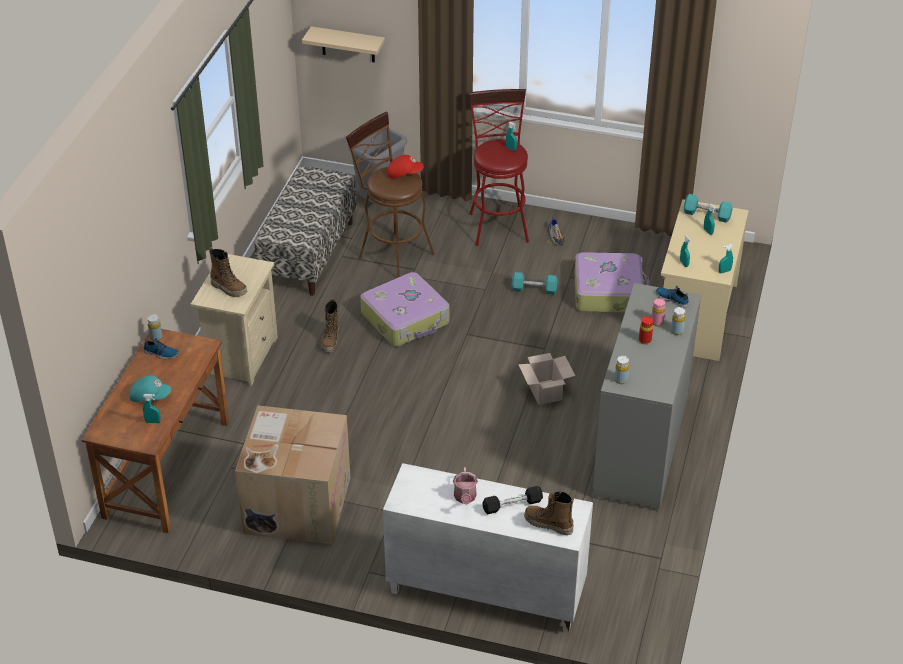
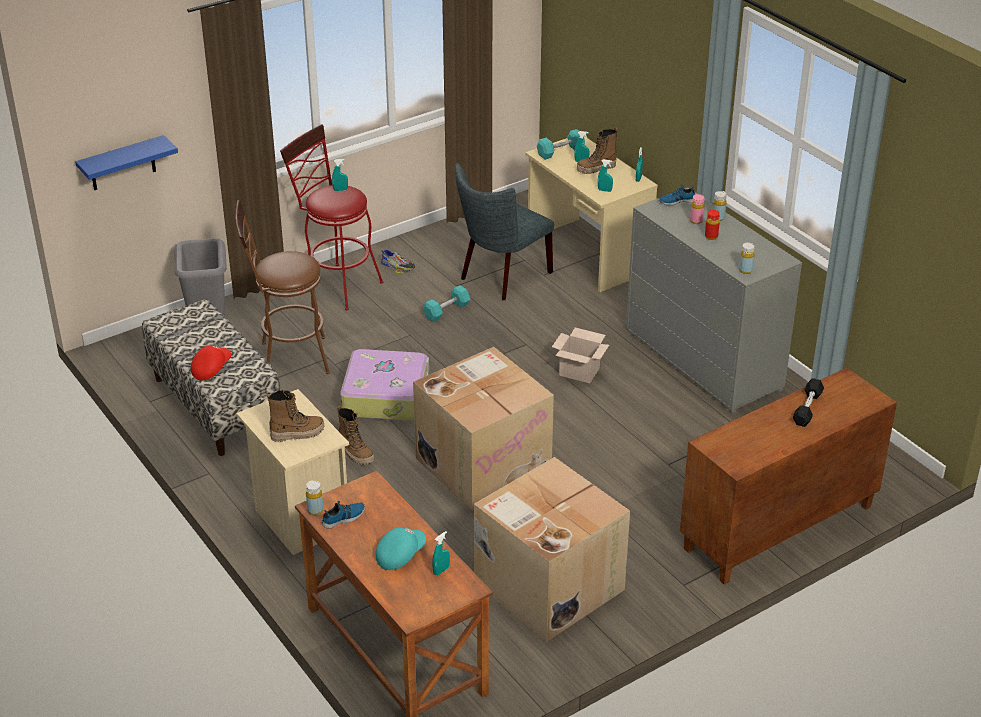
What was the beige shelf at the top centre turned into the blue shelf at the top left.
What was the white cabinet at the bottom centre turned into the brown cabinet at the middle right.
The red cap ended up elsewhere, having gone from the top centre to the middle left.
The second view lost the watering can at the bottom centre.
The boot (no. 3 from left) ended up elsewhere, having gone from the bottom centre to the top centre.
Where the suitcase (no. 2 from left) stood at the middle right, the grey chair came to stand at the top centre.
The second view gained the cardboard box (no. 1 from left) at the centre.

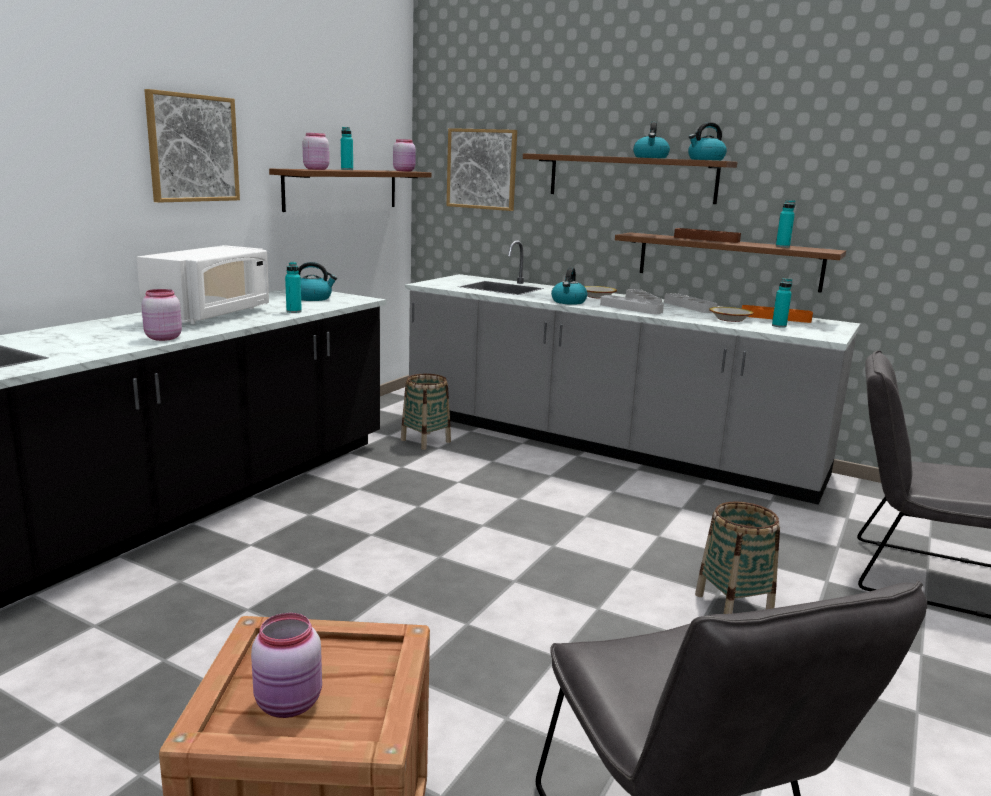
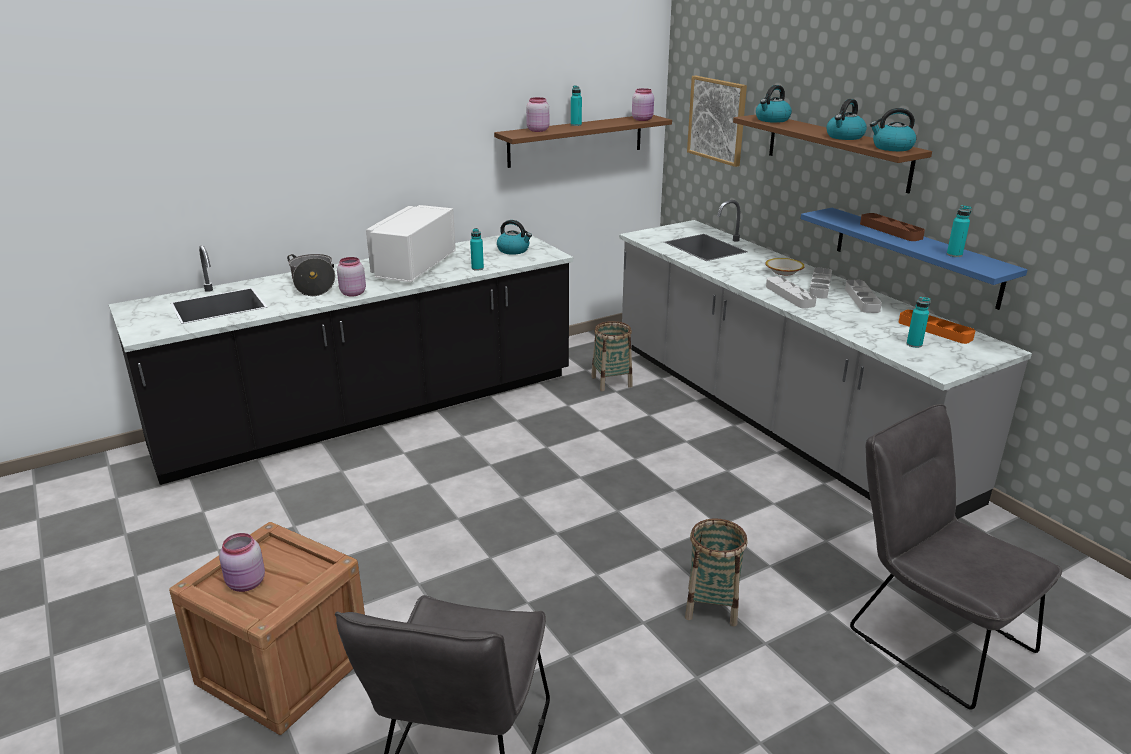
The white microwave at the middle left ended up facing another way, 150 degrees clockwise from before.
The second view lost the picture (no. 1 from left) at the top left.
The kettle (no. 2 from left) ended up elsewhere, having gone from the centre to the top right.
What was the brown shelf (no. 3 from left) at the top right turned into the blue shelf at the middle right.
The second view lost the bowl (no. 2 from left) at the middle right.
The second view gained the cooking pot at the middle left.

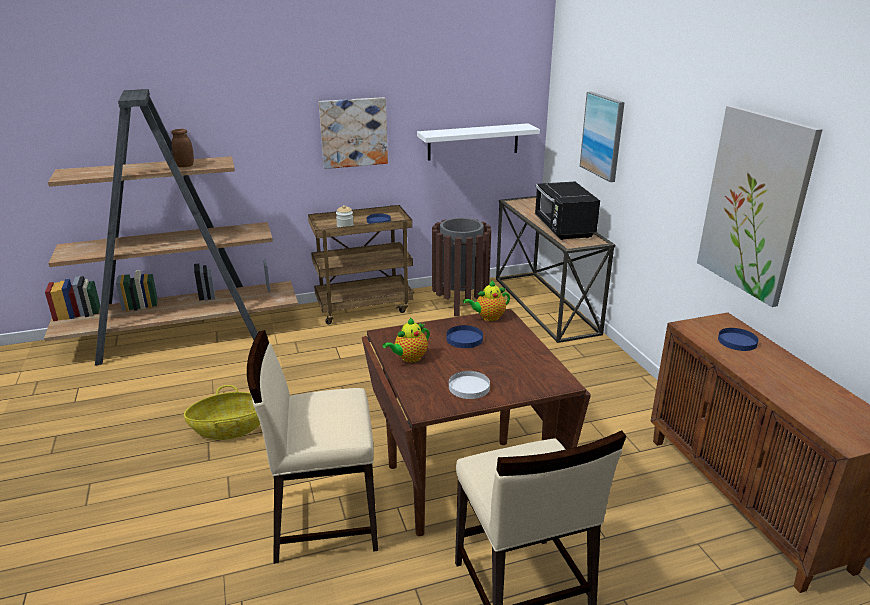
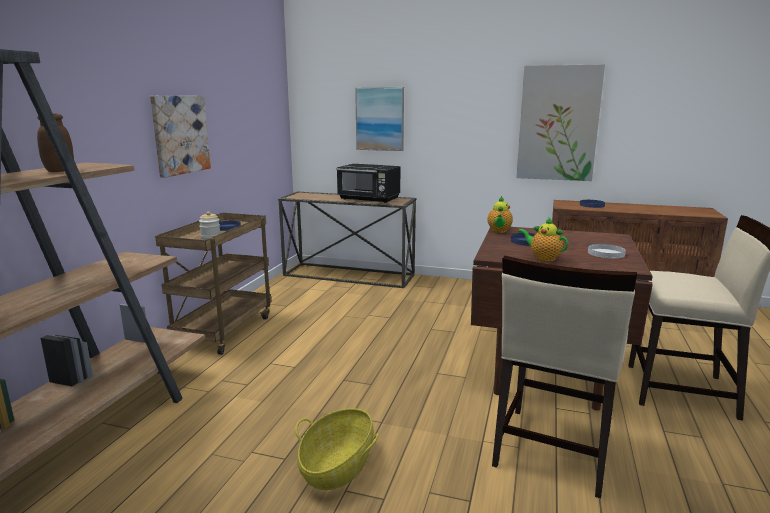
The teapot (no. 1 from left in the first image) at the centre ended up facing another way, 135 degrees clockwise from before.
The second view lost the white shelf at the top centre.
The second view lost the brown trash can at the centre.

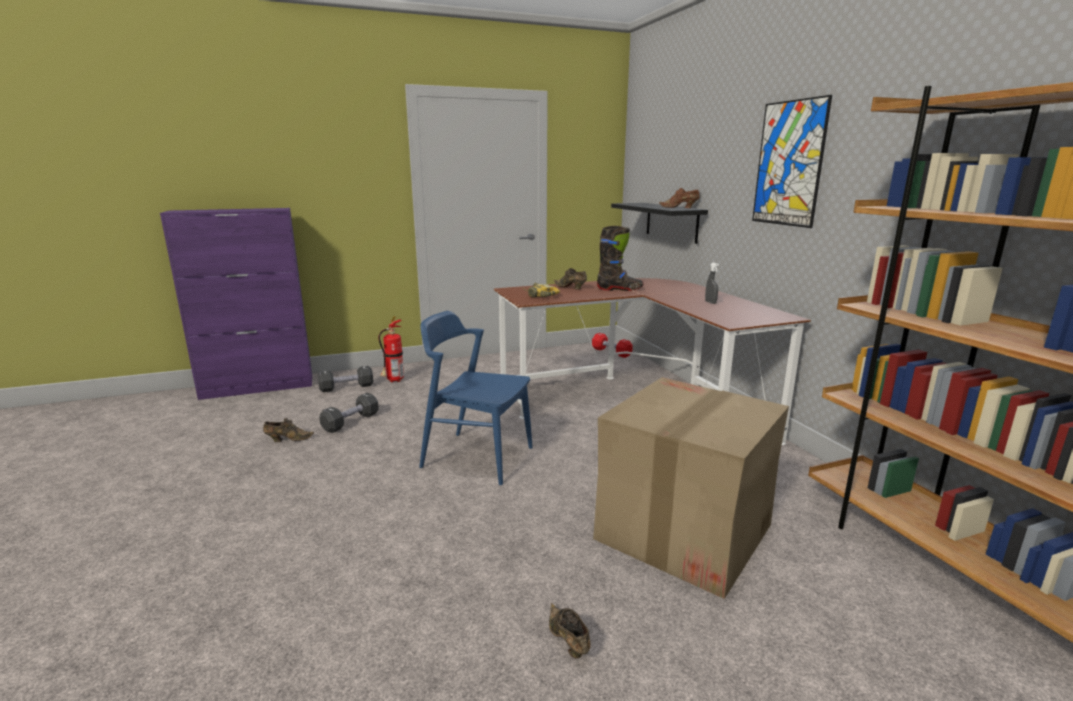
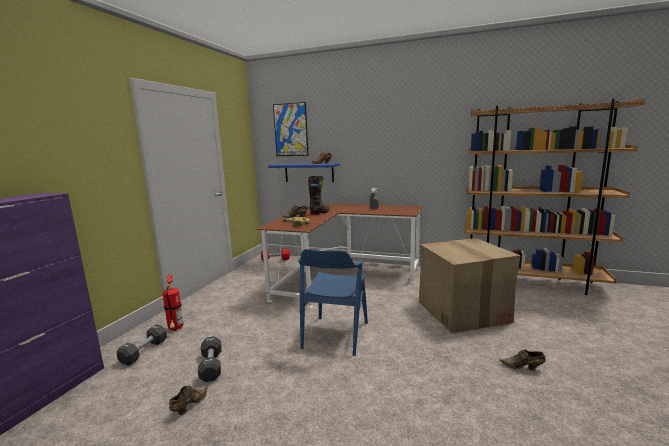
The blue chair at the centre ended up facing another way, 45 degrees counterclockwise from before.
What was the black shelf at the top centre turned into the blue shelf at the centre.
The picture ended up elsewhere, having gone from the top right to the top centre.

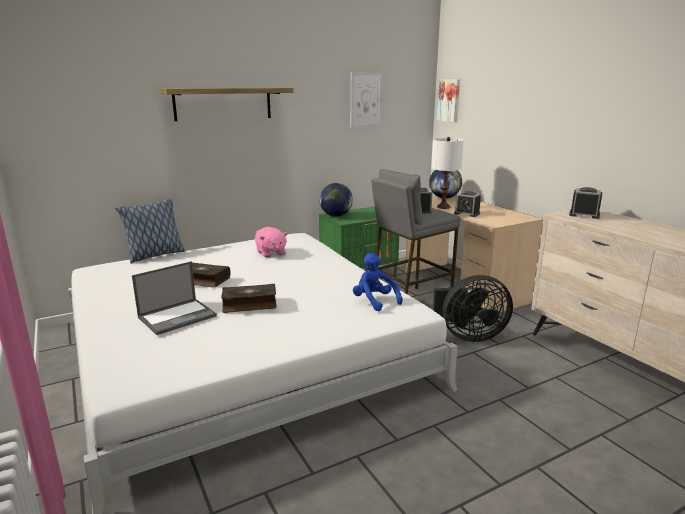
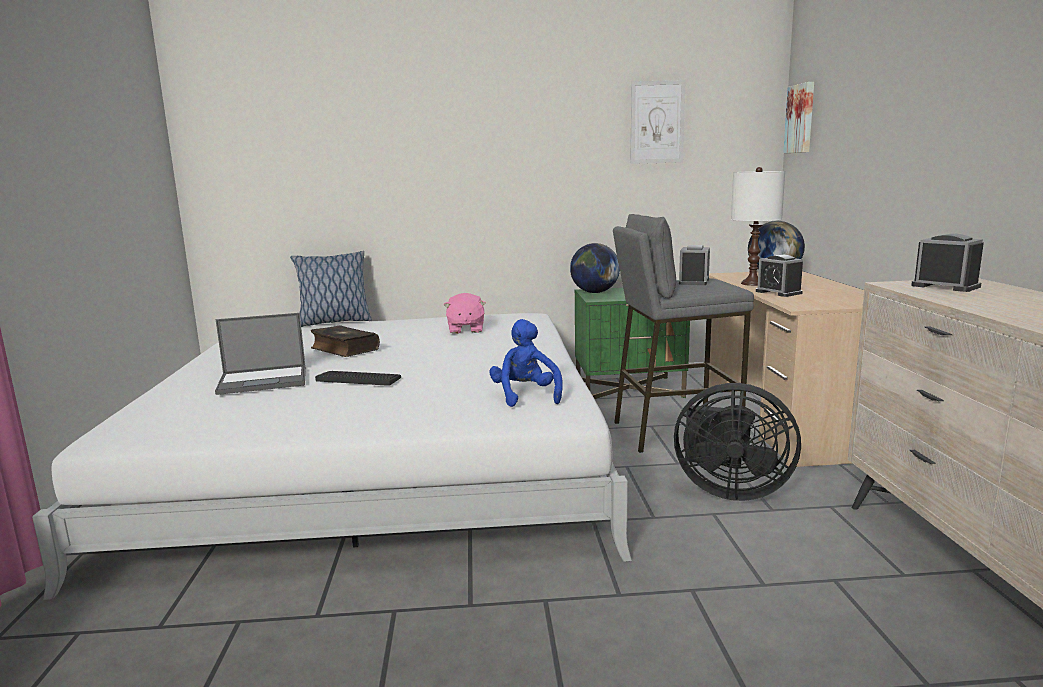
The second view lost the shelf at the top left.
Where the book (no. 2 from left) stood at the centre, the keyboard came to stand at the centre.

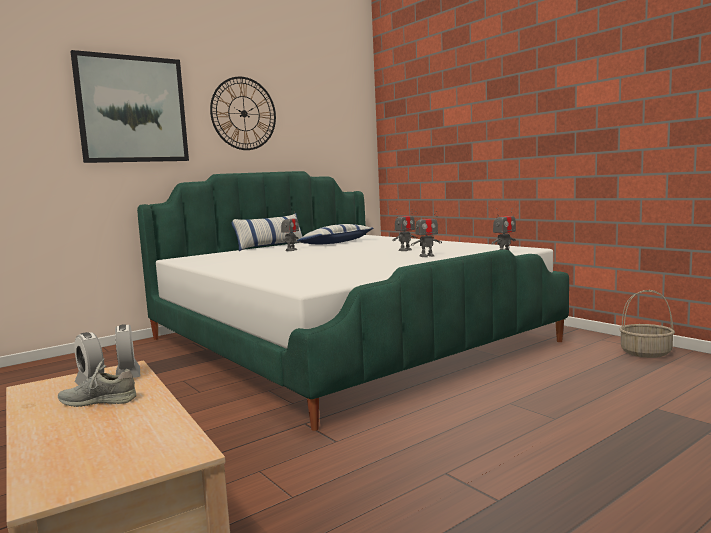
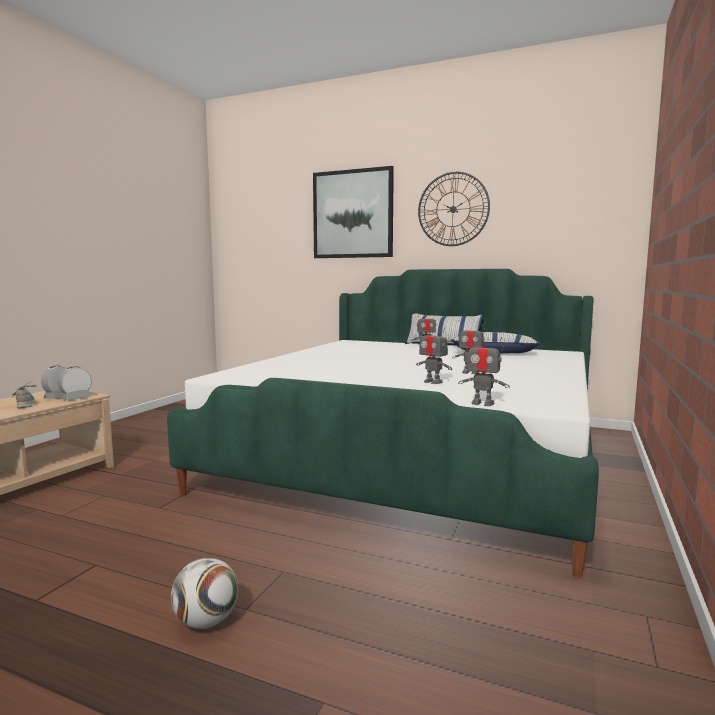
The second view lost the basket at the middle right.
The second view gained the football at the bottom left.

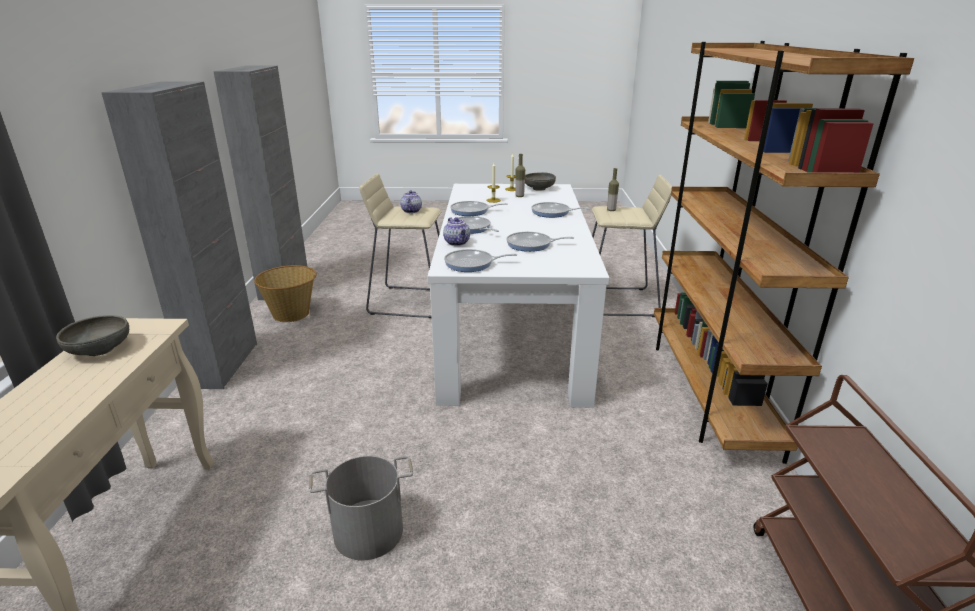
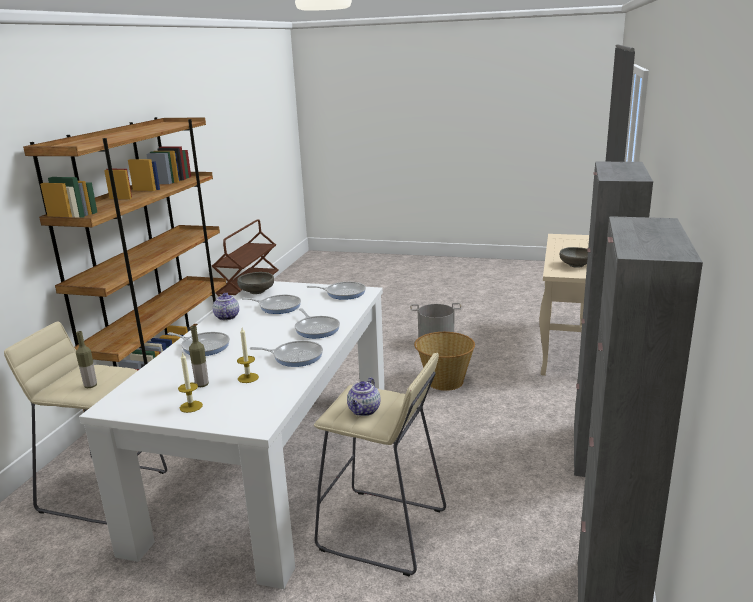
The basket ended up elsewhere, having gone from the middle left to the centre.
The teapot (no. 2 from left in the first image) ended up elsewhere, having gone from the centre to the middle left.
The grey bowl (no. 2 from left in the first image) ended up elsewhere, having gone from the top centre to the centre.

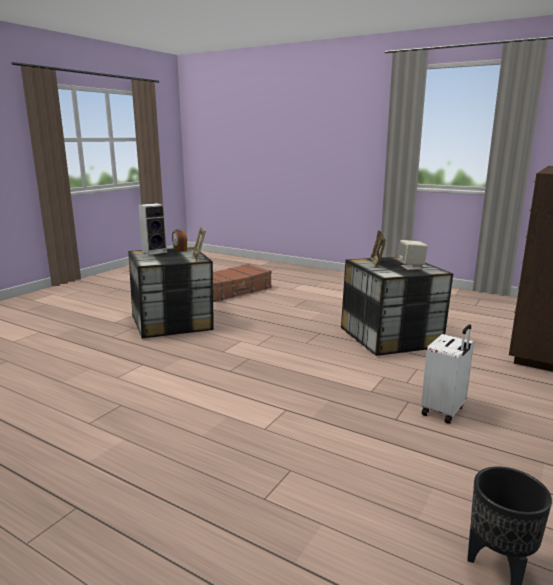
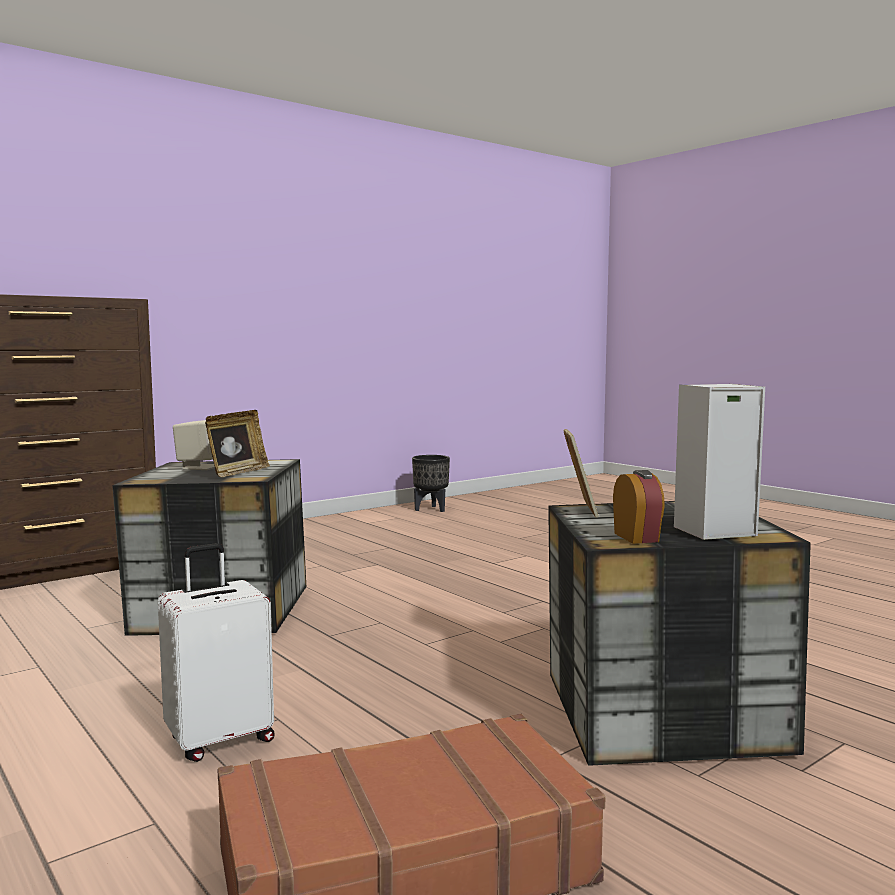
The white suitcase ended up elsewhere, having gone from the middle right to the bottom left.

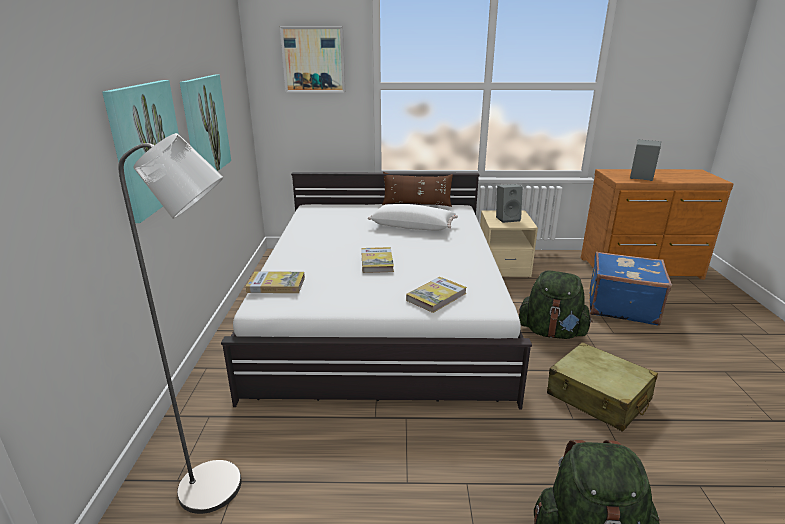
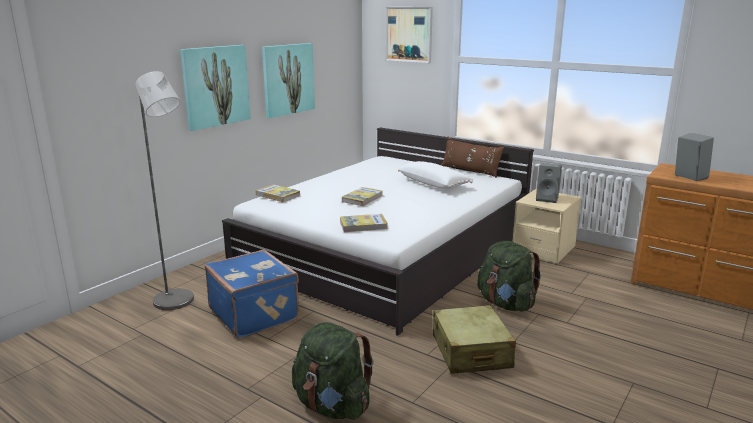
The blue suitcase ended up elsewhere, having gone from the middle right to the bottom centre.

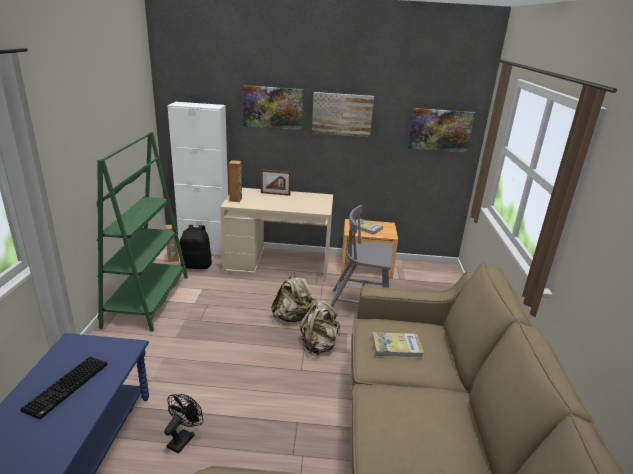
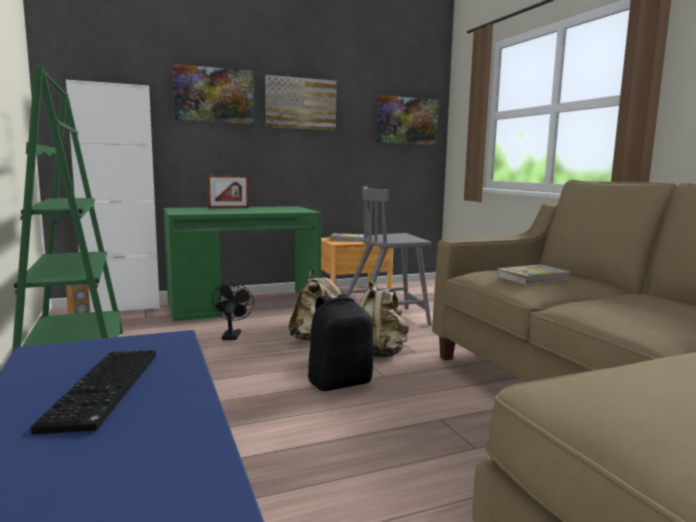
The black fan ended up elsewhere, having gone from the bottom left to the centre.
The black backpack ended up elsewhere, having gone from the middle left to the centre.
What was the beige desk at the centre turned into the green desk at the centre.
The second view lost the brown speaker (no. 2 from left) at the centre.

